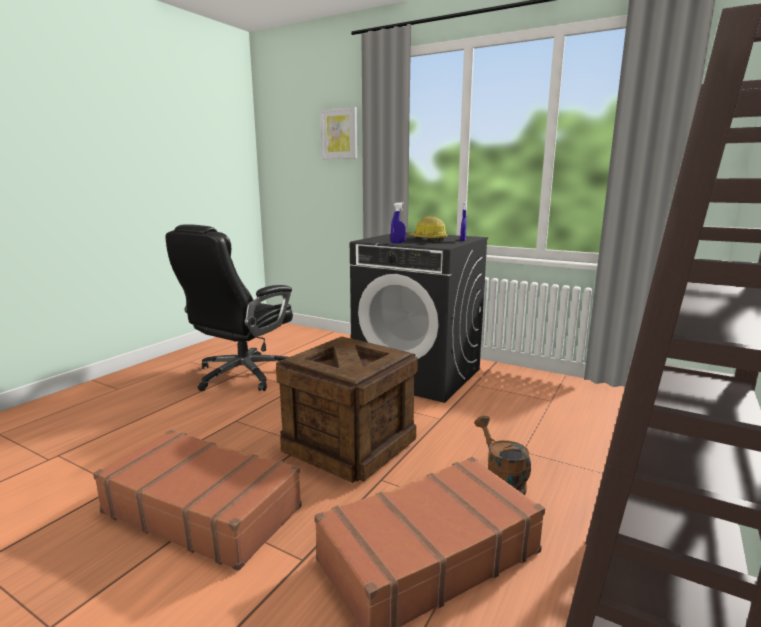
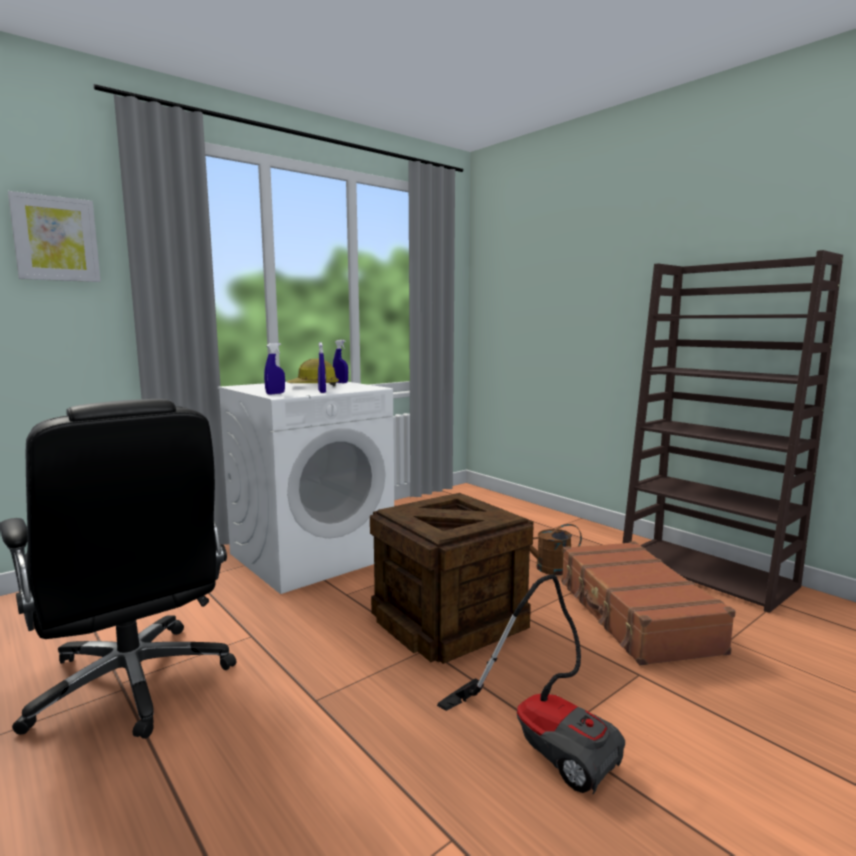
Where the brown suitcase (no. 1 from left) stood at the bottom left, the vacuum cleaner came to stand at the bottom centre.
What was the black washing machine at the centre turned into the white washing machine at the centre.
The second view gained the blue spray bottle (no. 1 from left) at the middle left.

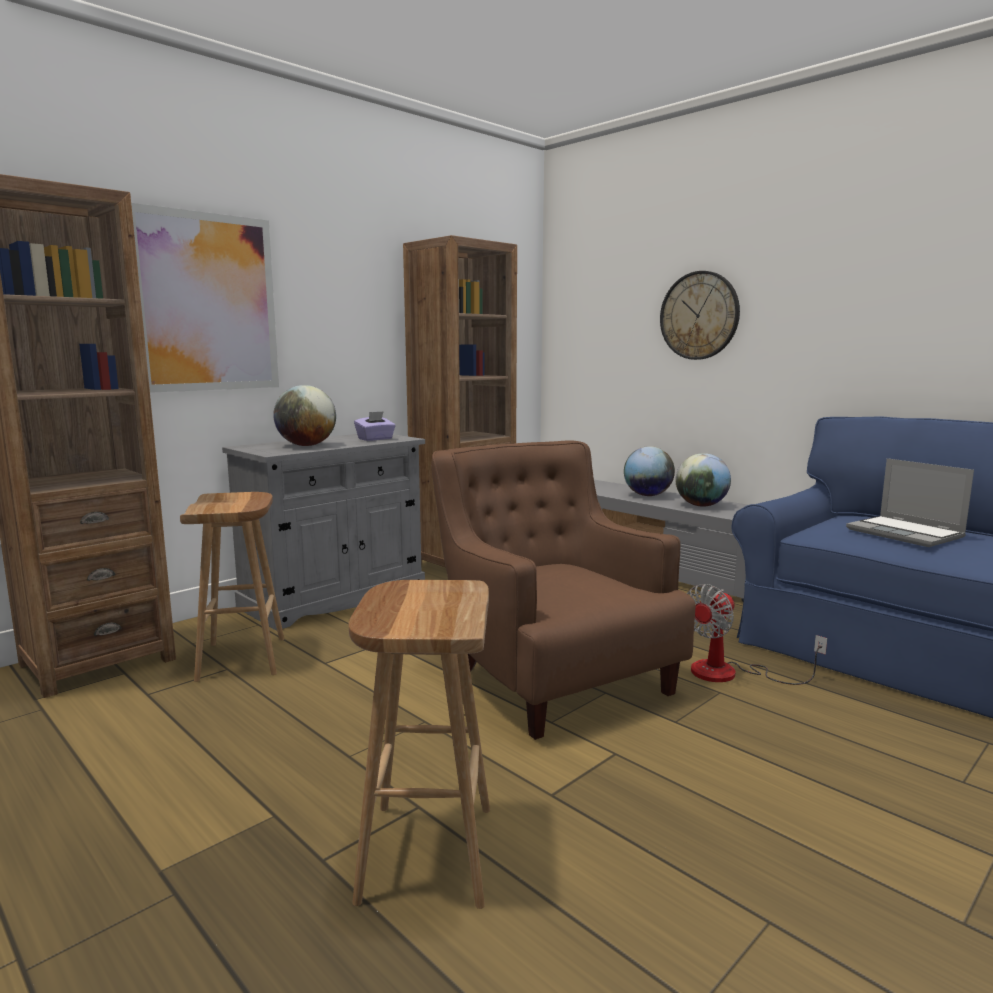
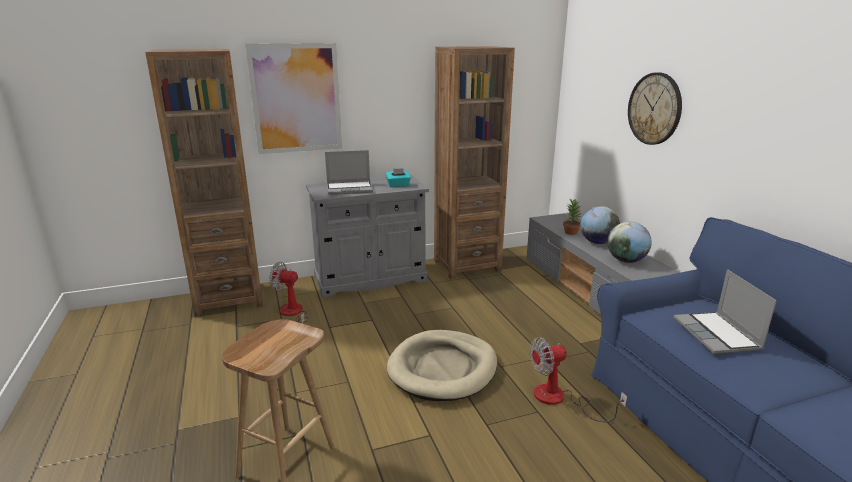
Where the brown stool (no. 1 from left) stood at the middle left, the fan (no. 1 from left) came to stand at the centre.
Where the globe (no. 1 from left) stood at the middle left, the laptop (no. 1 from left) came to stand at the centre.
What was the purple tissue box at the centre turned into the turquoise tissue box at the centre.
Where the brown armchair stood at the centre, the beige dog bed came to stand at the bottom centre.
The second view gained the potted plant at the middle right.

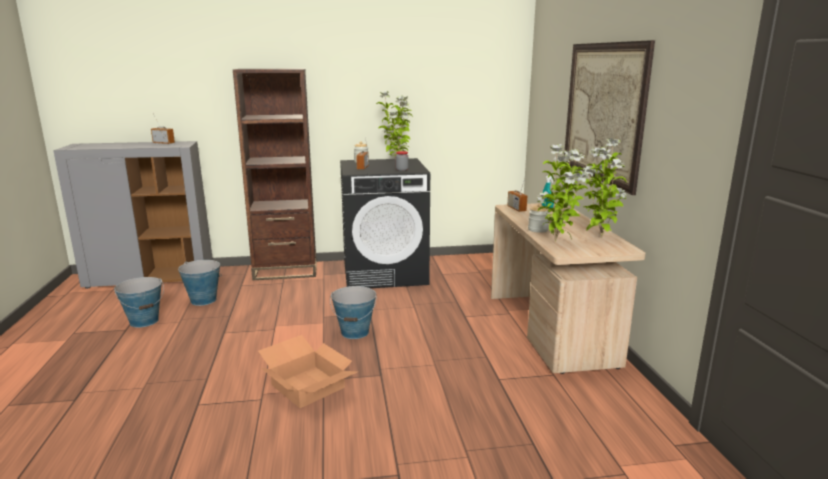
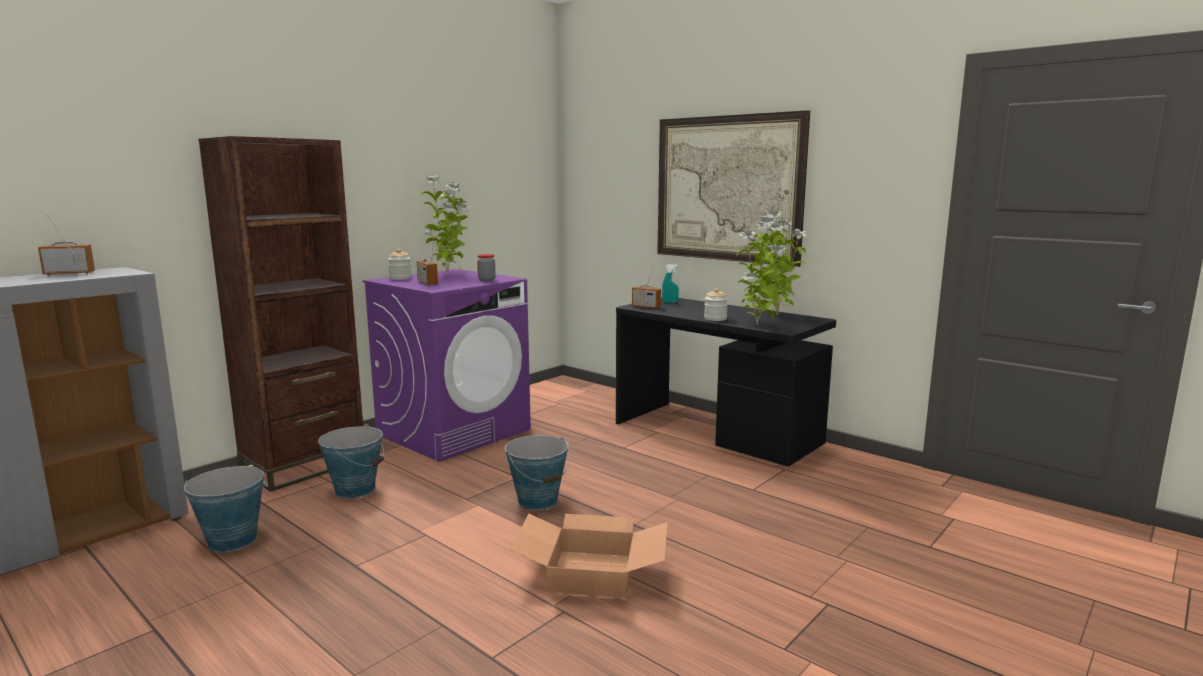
The bucket (no. 1 from left in the first image) ended up elsewhere, having gone from the middle left to the bottom left.
What was the black washing machine at the centre turned into the purple washing machine at the centre.
What was the beige desk at the middle right turned into the black desk at the centre.

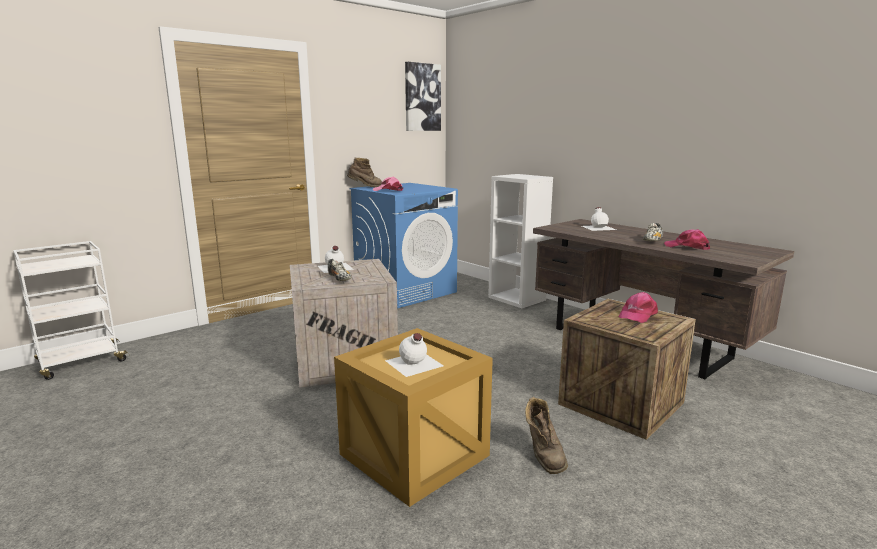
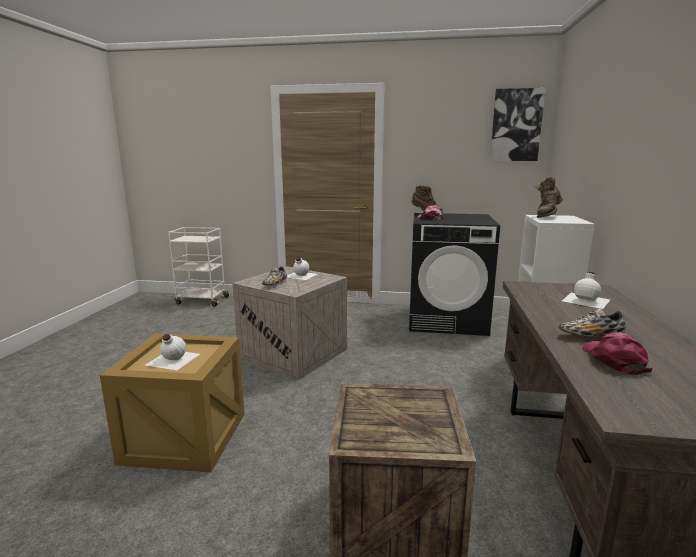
What was the blue washing machine at the centre turned into the black washing machine at the centre.
The brown boot (no. 2 from left) ended up elsewhere, having gone from the bottom centre to the middle right.
The second view lost the pink cap (no. 2 from left) at the middle right.

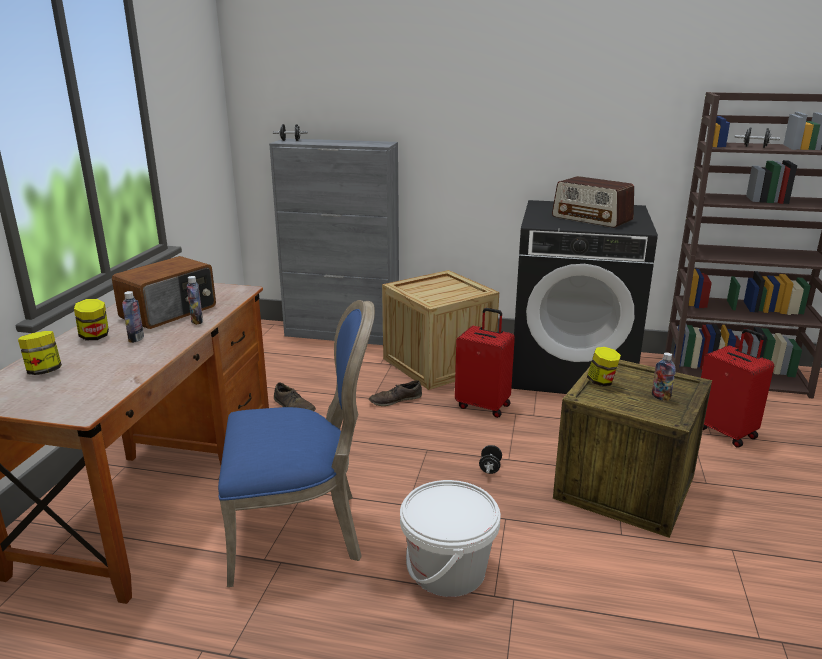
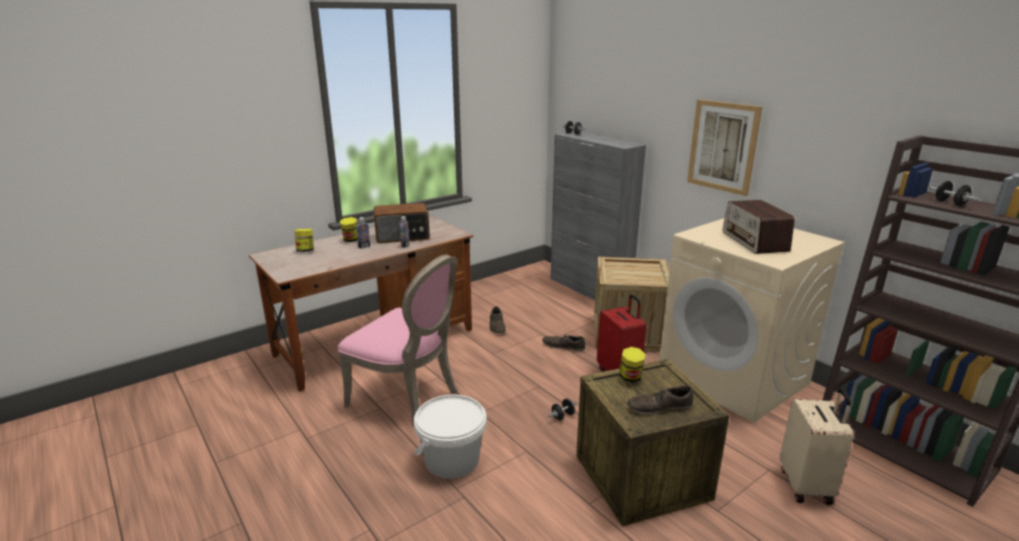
What was the blue chair at the bottom centre turned into the pink chair at the centre.
What was the black washing machine at the middle right turned into the beige washing machine at the middle right.
Where the bottle (no. 3 from left) stood at the middle right, the brown shoe (no. 3 from left) came to stand at the bottom centre.
What was the red suitcase (no. 2 from left) at the middle right turned into the beige suitcase at the bottom right.
The second view gained the picture at the top right.

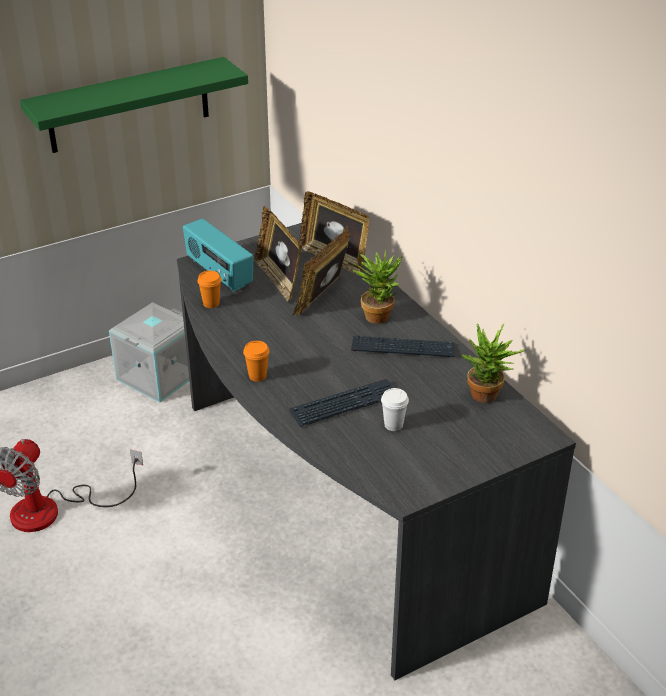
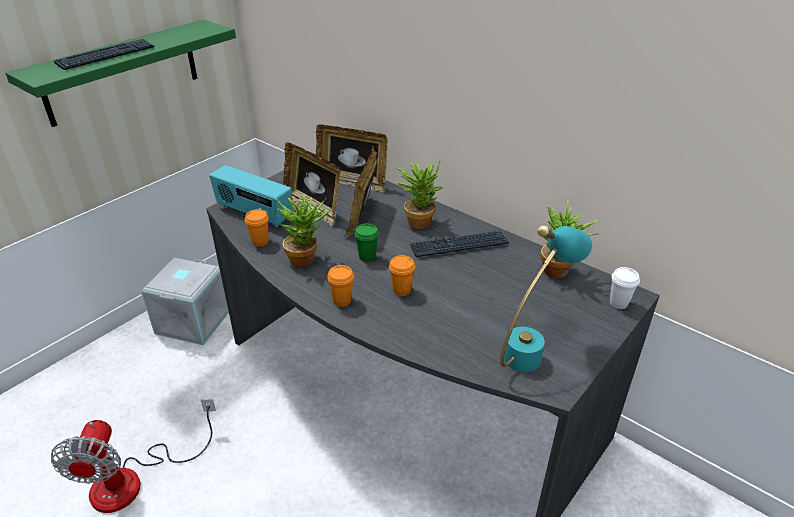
The keyboard (no. 1 from left) ended up elsewhere, having gone from the centre to the top left.
The white cup ended up elsewhere, having gone from the centre to the middle right.
The second view gained the potted plant (no. 1 from left) at the centre.
The second view gained the green cup at the centre.
The second view gained the orange cup (no. 3 from left) at the centre.
The second view gained the turquoise table lamp at the middle right.

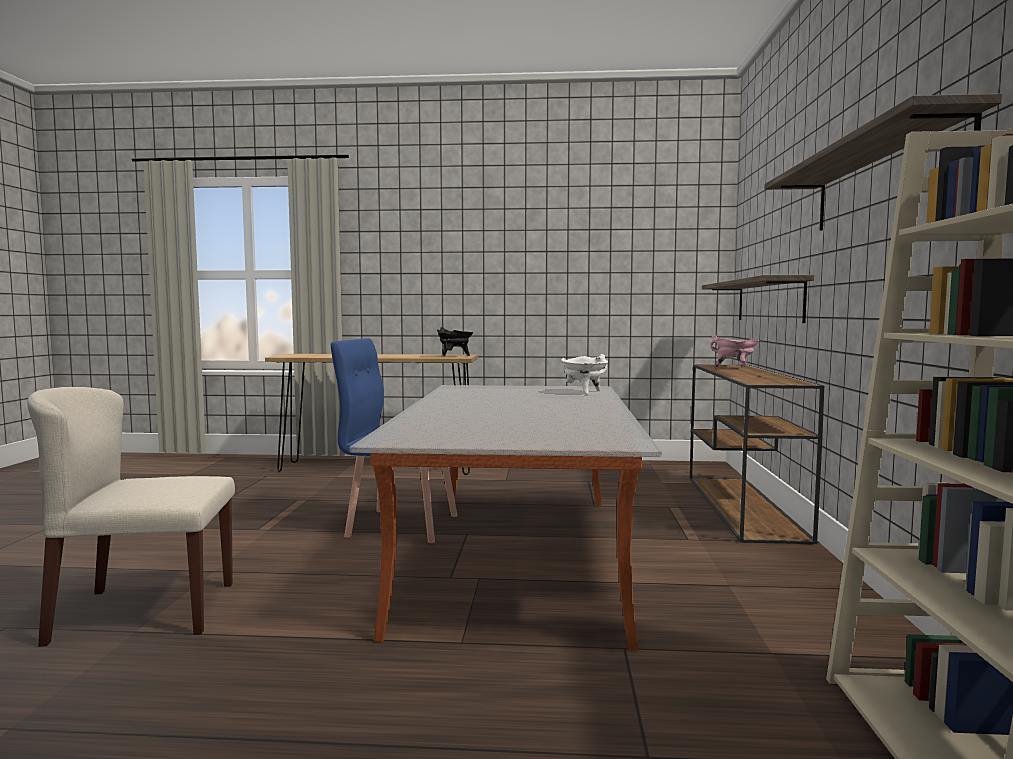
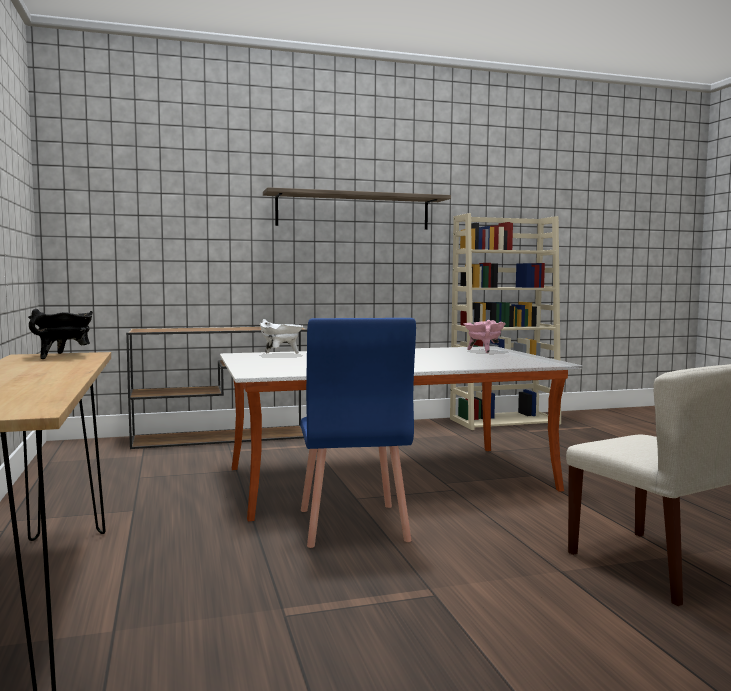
The second view lost the shelf (no. 1 from left) at the middle right.
The pink cooking pot ended up elsewhere, having gone from the middle right to the centre.

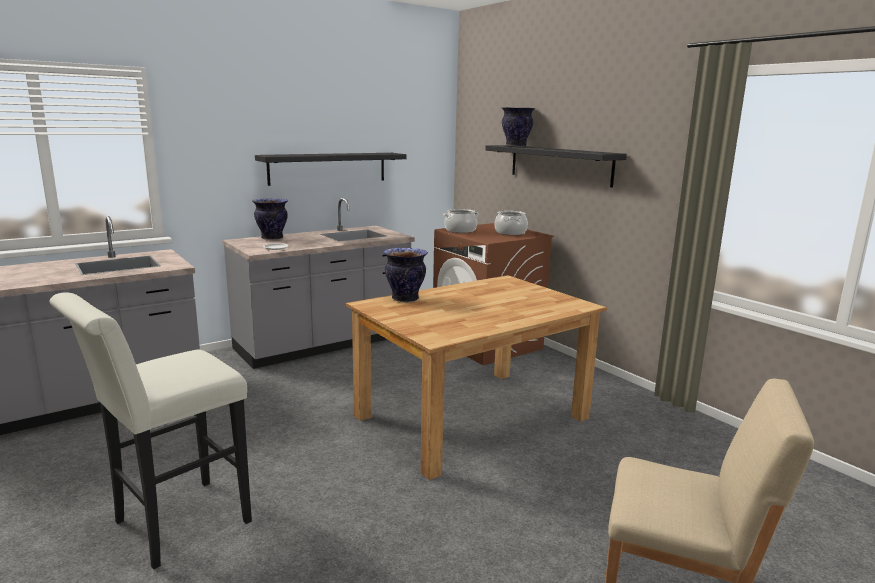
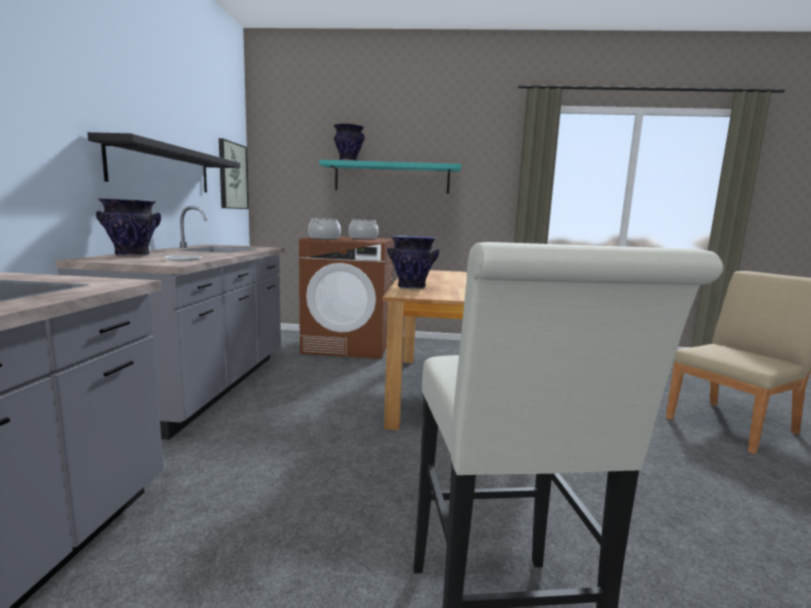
What was the black shelf (no. 2 from left) at the top centre turned into the turquoise shelf at the top centre.
The second view gained the picture at the top left.

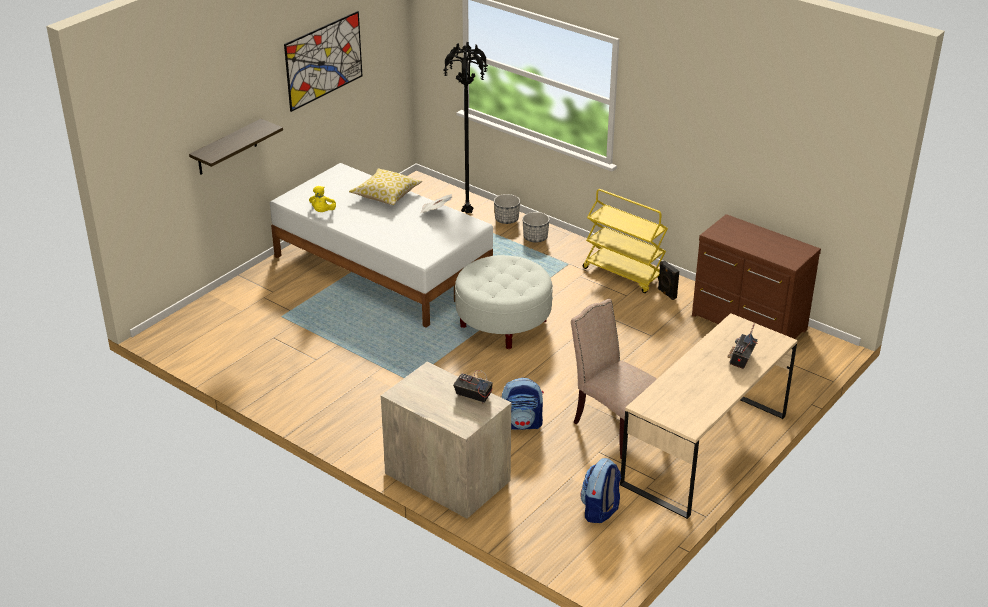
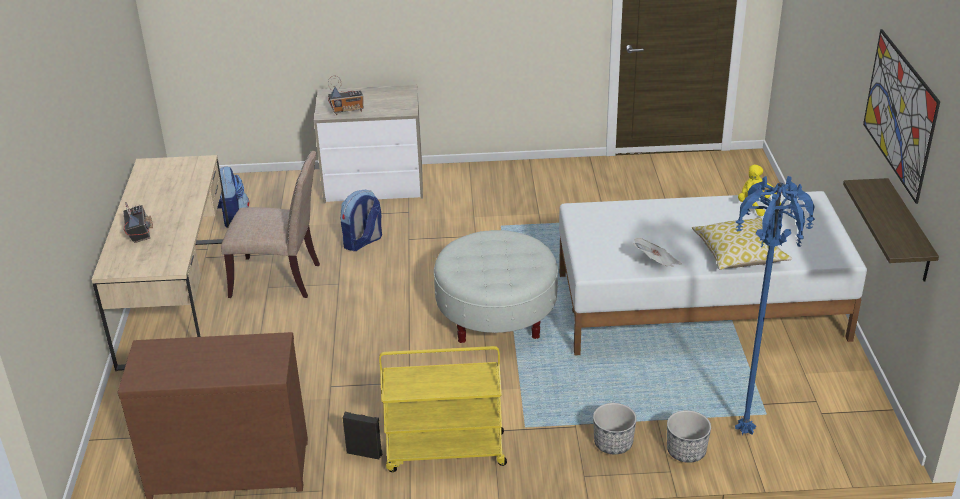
The shelf ended up elsewhere, having gone from the top left to the middle right.
What was the black floor lamp at the top centre turned into the blue floor lamp at the middle right.

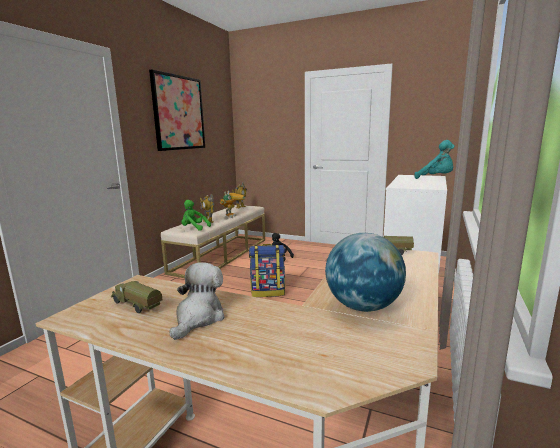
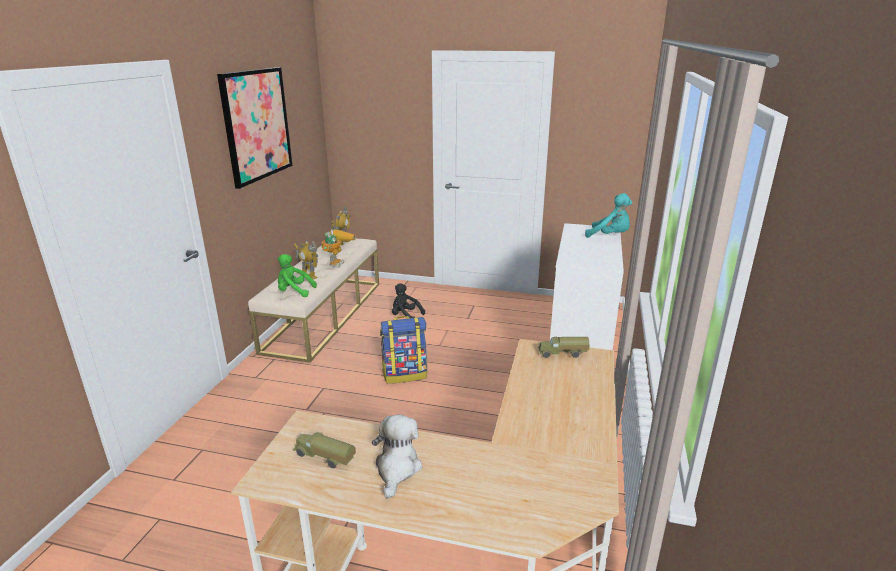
The second view lost the globe at the centre.

